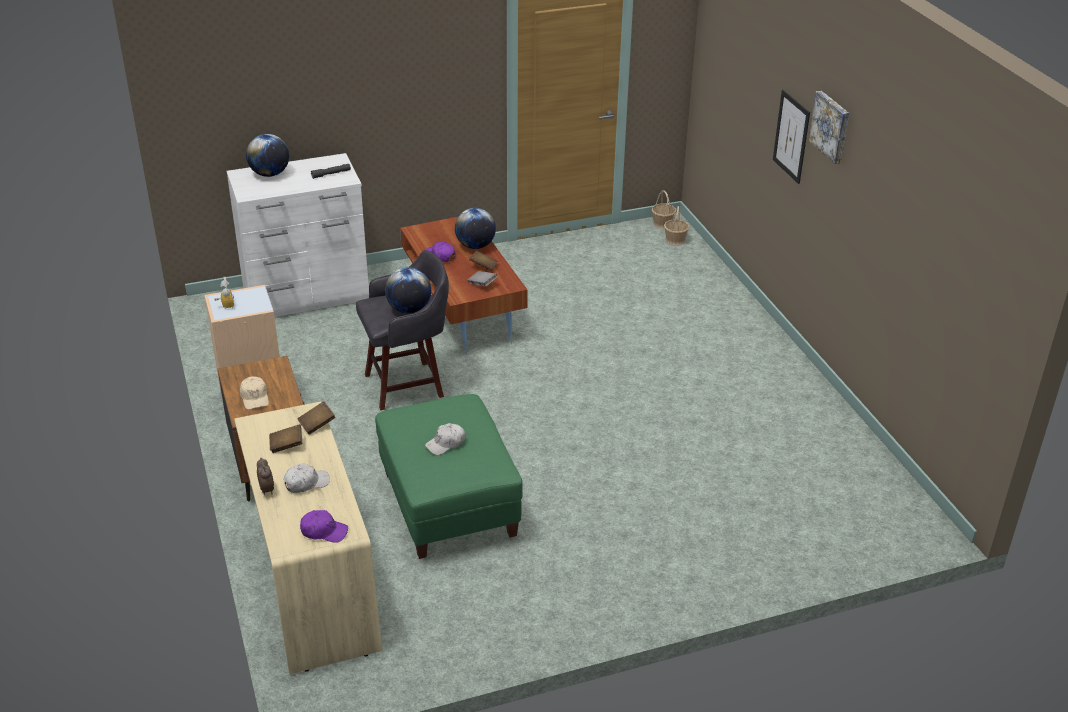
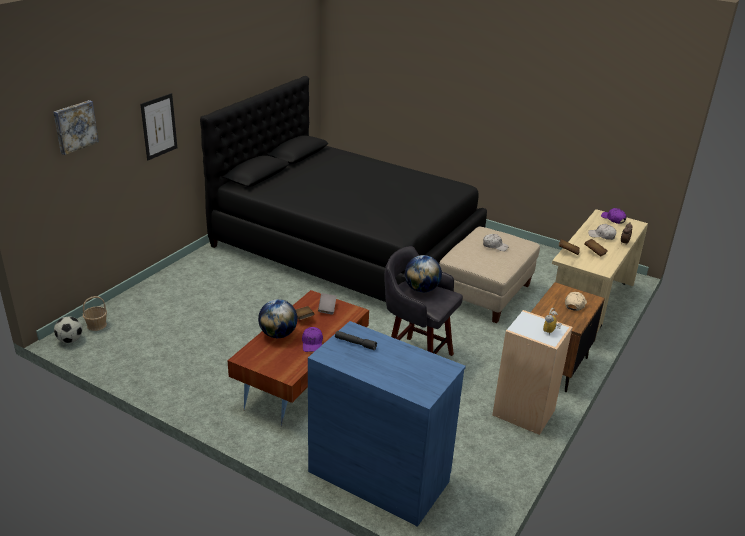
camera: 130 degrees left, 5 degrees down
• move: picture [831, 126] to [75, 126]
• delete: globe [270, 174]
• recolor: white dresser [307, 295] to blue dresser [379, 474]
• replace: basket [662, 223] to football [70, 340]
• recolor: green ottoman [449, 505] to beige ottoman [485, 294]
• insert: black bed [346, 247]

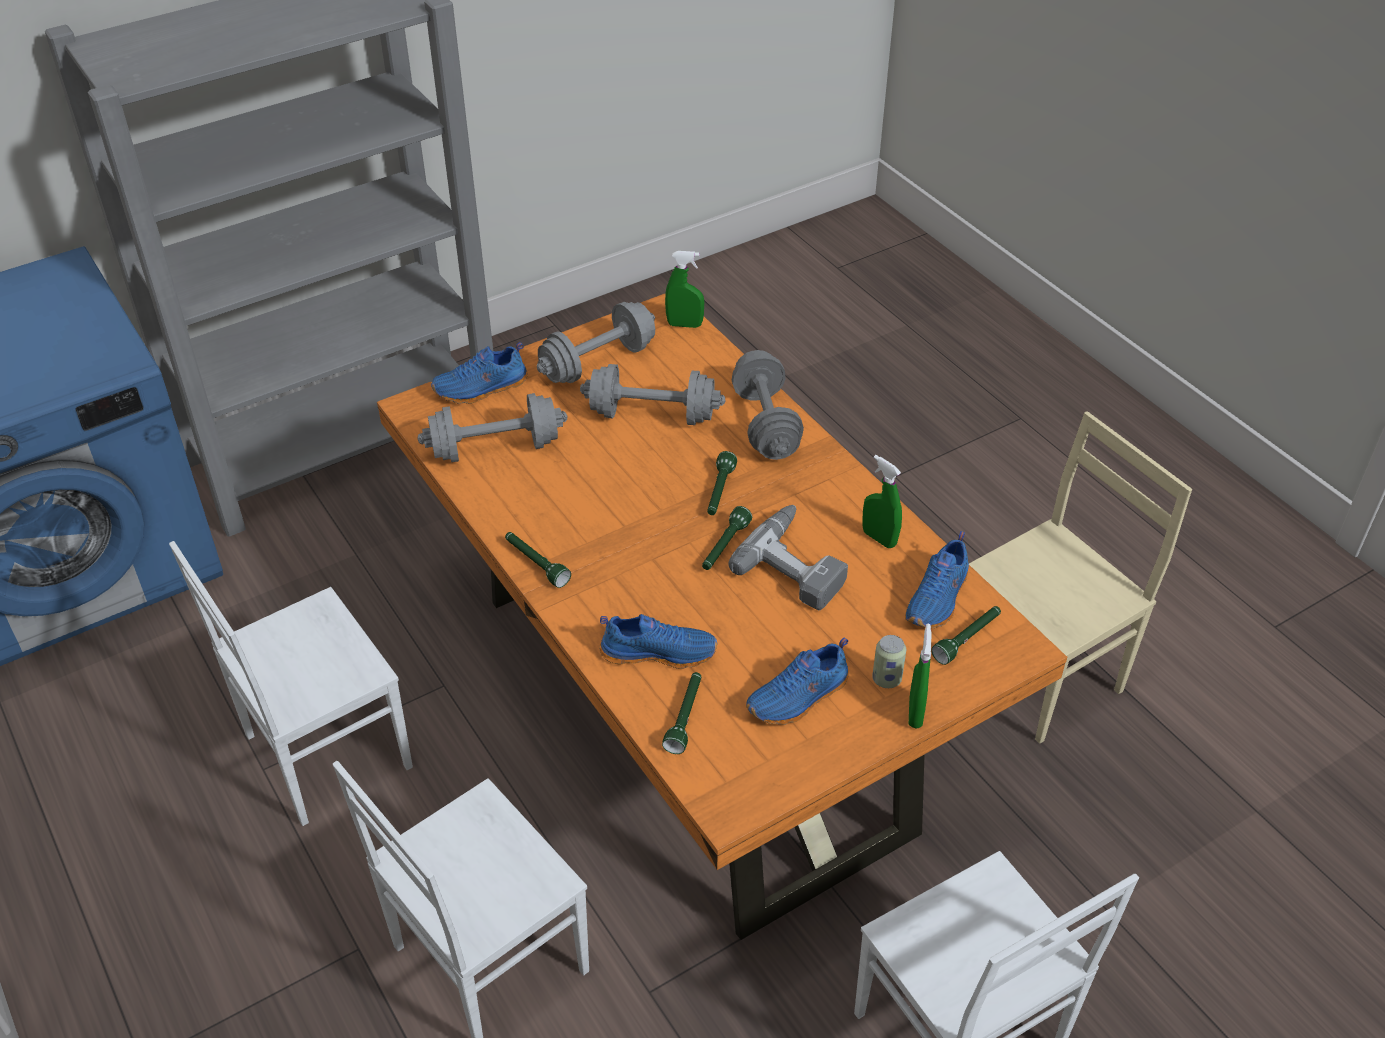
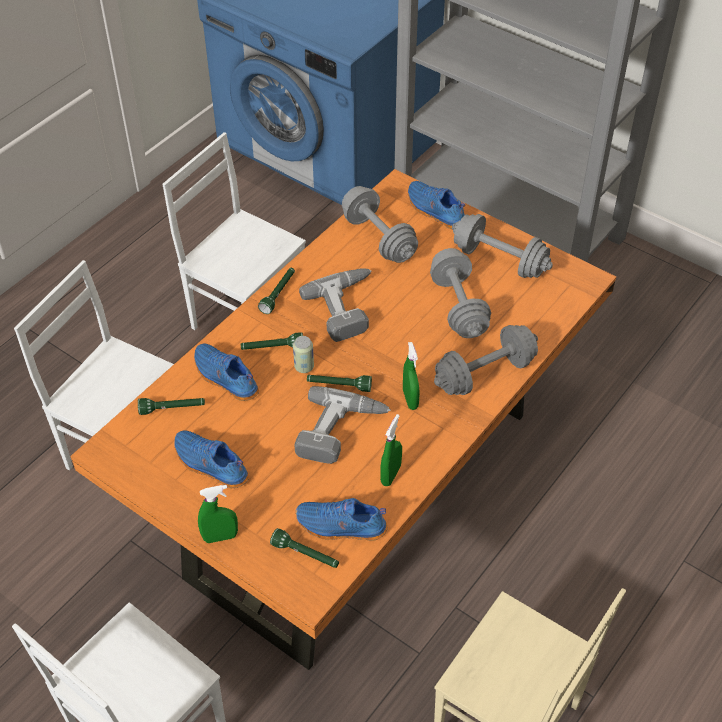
camera: 70 degrees right, 5 degrees up
• move: green spray bottle [684, 325] to [410, 399]
• move: green flashlight [719, 492] to [272, 348]
• rotate: blue shoe [658, 651] = [225, 379] 150 degrees clockwise
• move: can [886, 679] to [304, 367]
• insert: power drill [348, 308]

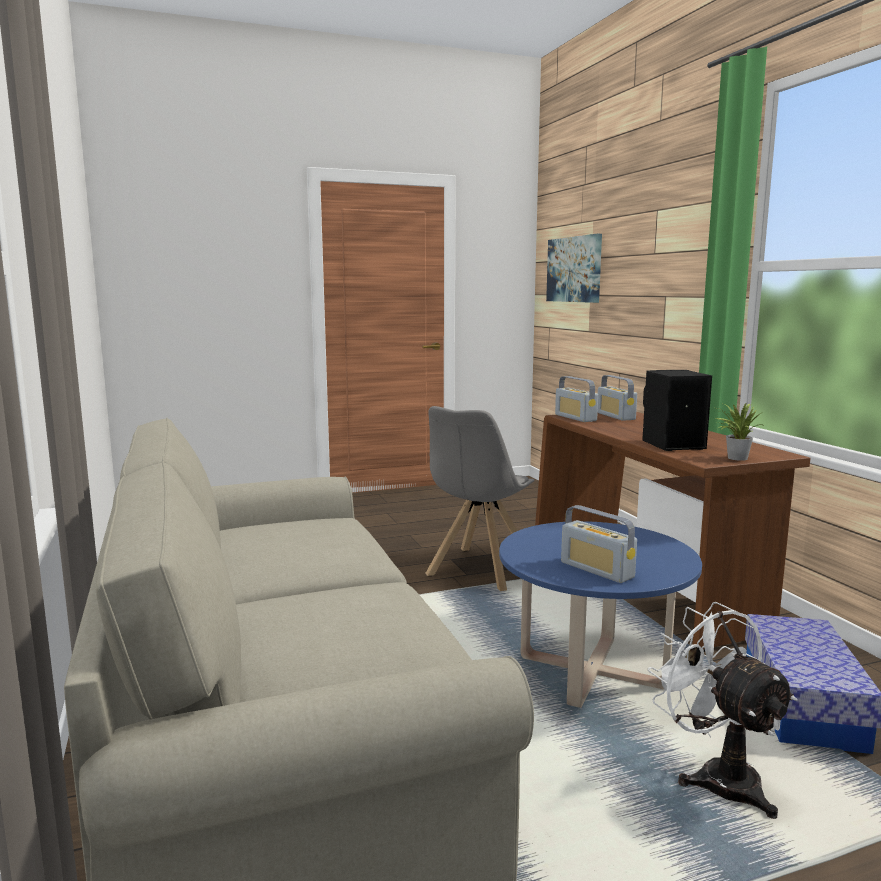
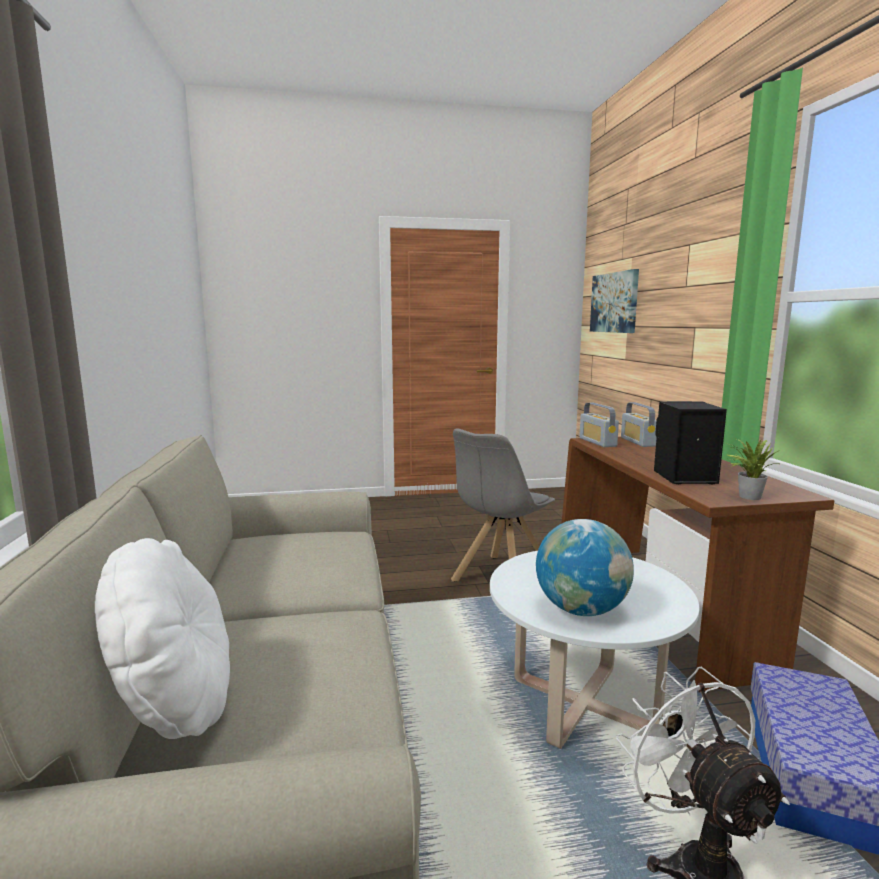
camera: 10 degrees right, 0 degrees up
• replace: radio [597, 570] to globe [581, 610]
• recolor: blue coffee table [592, 671] to white coffee table [583, 704]
• insert: white pillow [178, 710]

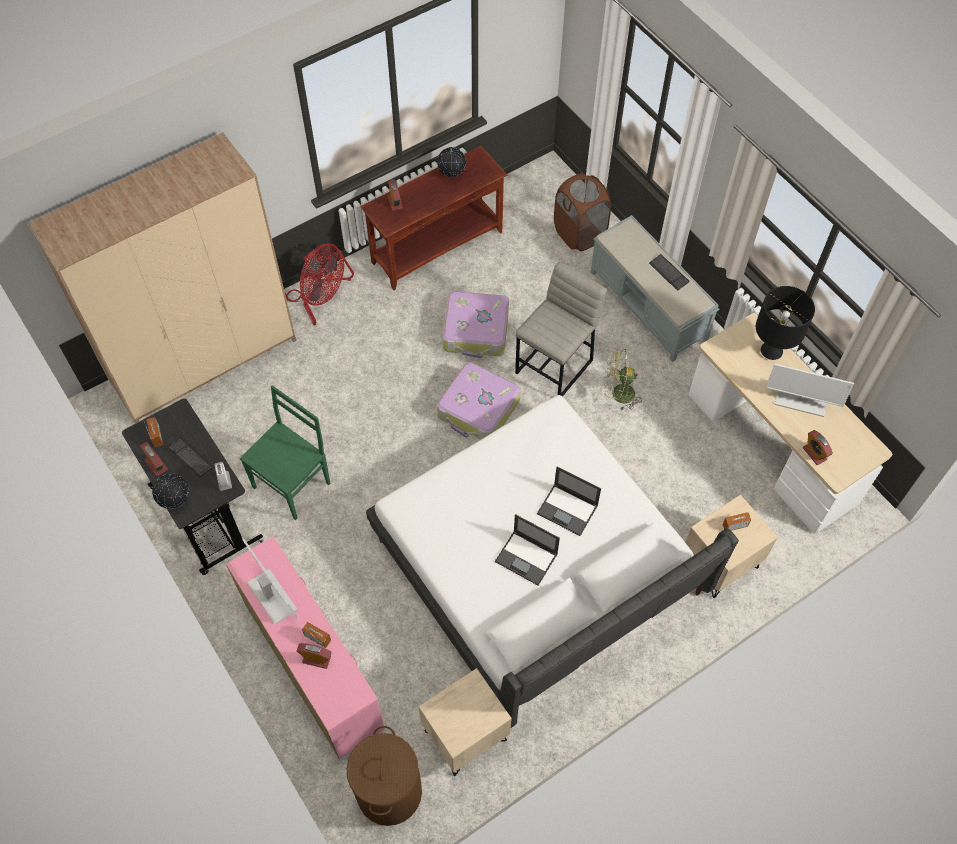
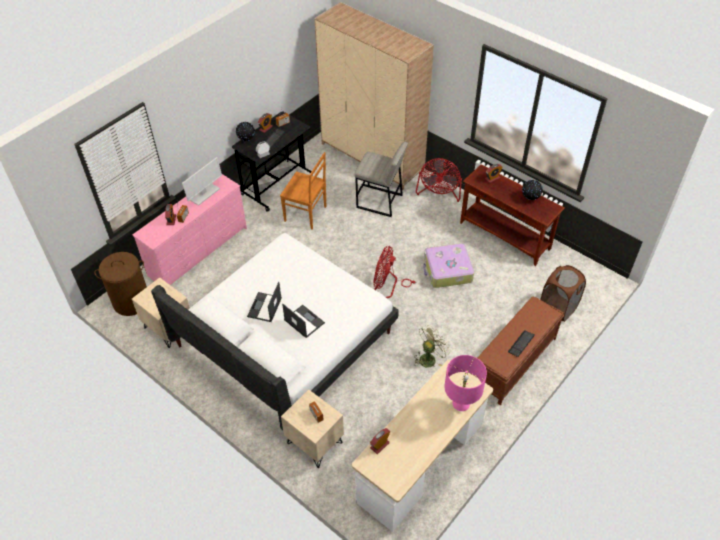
camera: 75 degrees right, 10 degrees down
• recolor: grey bench [648, 306] to brown bench [513, 362]
• move: grey chair [555, 365] to [380, 201]
• recolor: black table lamp [771, 352] to pink table lamp [460, 404]
• rotate: green fan [617, 394] = [429, 358] 60 degrees clockwise
• replace: suitcase [478, 409] to red fan [388, 285]
• delete: monitor [800, 401]
• recolor: green chair [293, 484] to brown chair [306, 214]
• rotate: laptop [568, 510] = [304, 321] 120 degrees clockwise

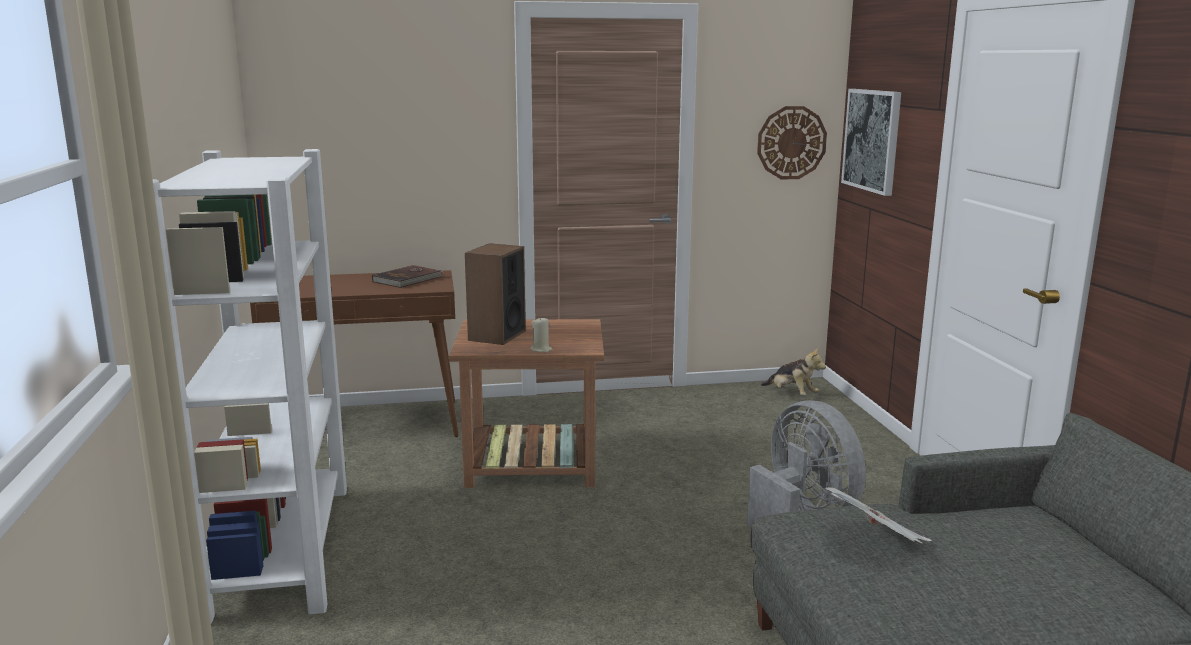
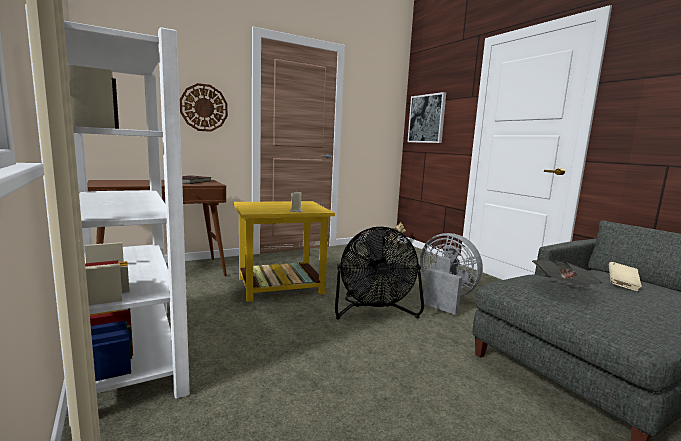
camera: 20 degrees left, 5 degrees down
• move: wall clock [791, 142] to [204, 107]
• delete: speaker [496, 335]
• recolor: brown side table [533, 464] to yellow side table [281, 285]
• insert: black fan [371, 311]
• insert: beige book [622, 284]

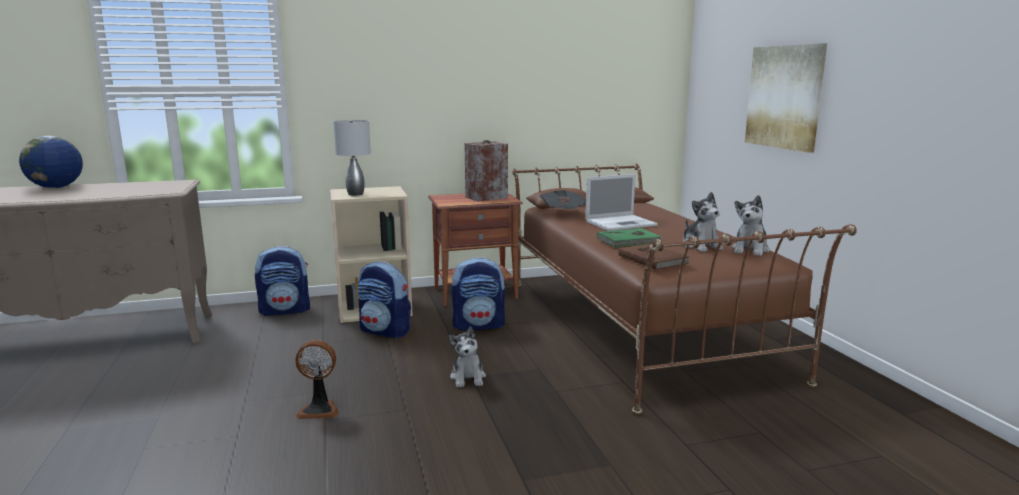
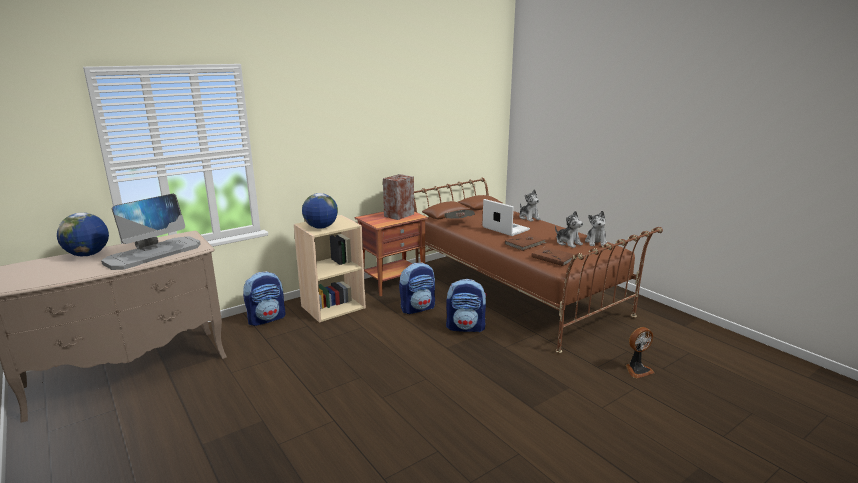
camera: 20 degrees left, 5 degrees up
• delete: picture [784, 97]
• replace: grey table lamp [355, 194] to globe [321, 227]
• rotate: laptop [621, 223] = [505, 228] 90 degrees counterclockwise
• recolor: green book [629, 241] to brown book [525, 244]
• move: backpack [385, 331] to [466, 327]
• move: plush toy [468, 377] to [529, 218]
• move: fan [319, 409] to [637, 370]
• insert: monitor [154, 253]

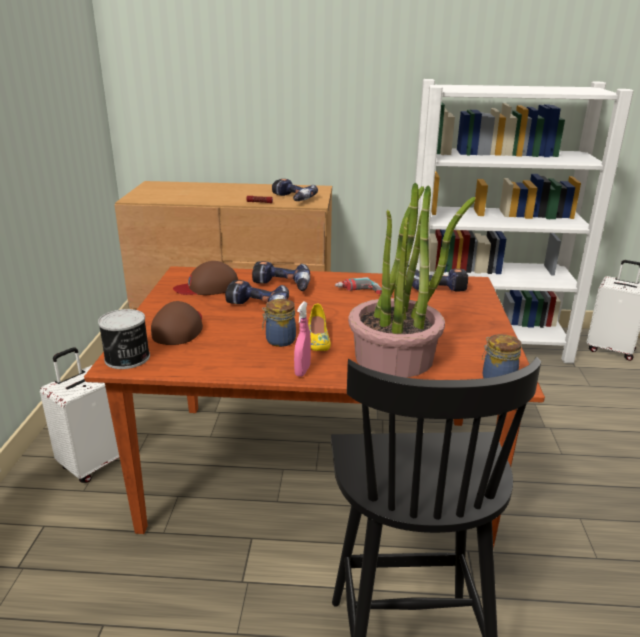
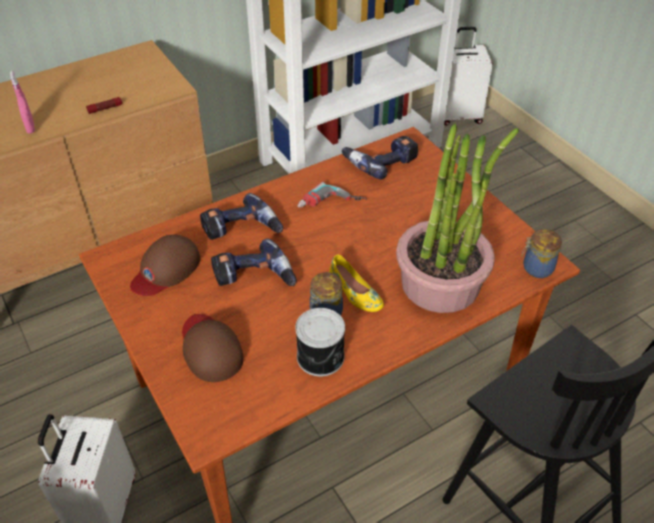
camera: 35 degrees left, 20 degrees up
• delete: power drill [291, 199]
• move: pink spray bottle [302, 371] to [30, 128]
• move: can [127, 358] to [321, 357]

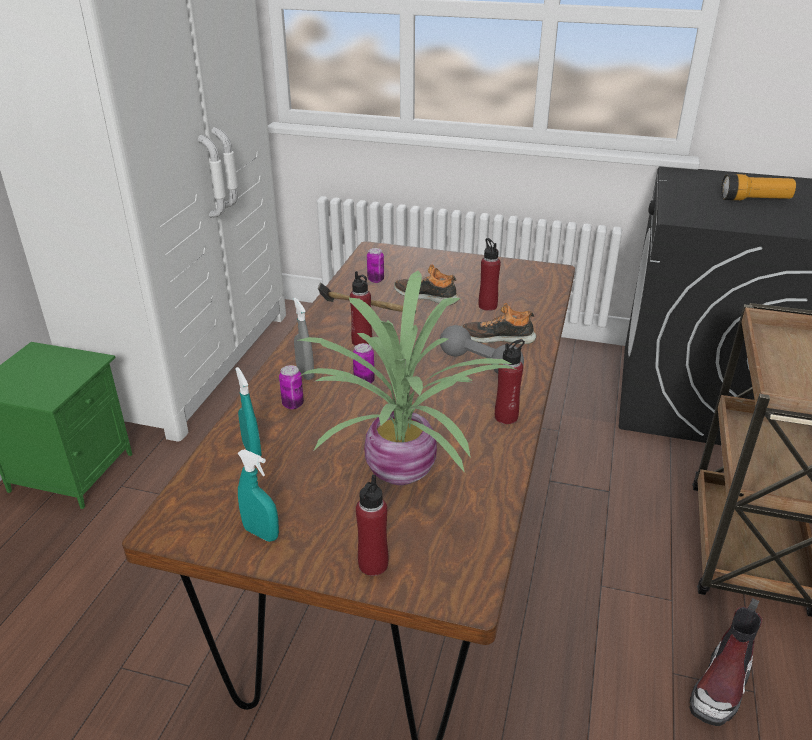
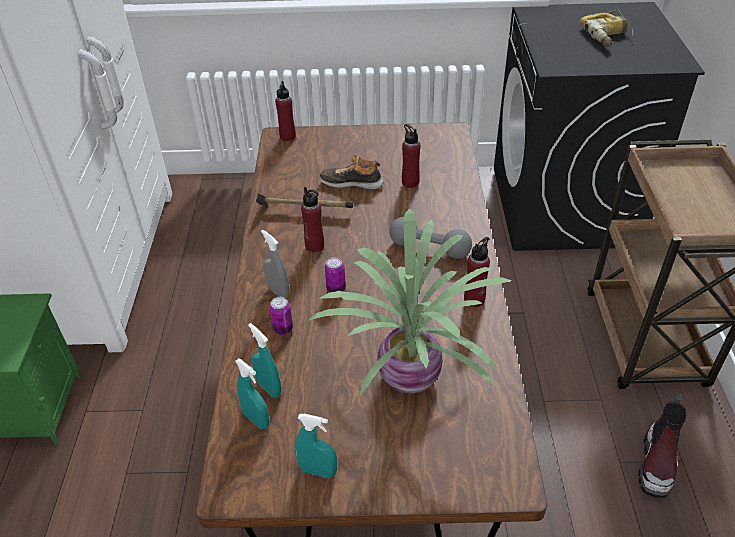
camera: 15 degrees left, 10 degrees up
• replace: flashlight [754, 200] to power drill [608, 35]
• delete: can [375, 280]
• delete: shoe [497, 337]
• move: red bottle [373, 564] to [287, 136]
• insert: turquoise spray bottle [256, 419]

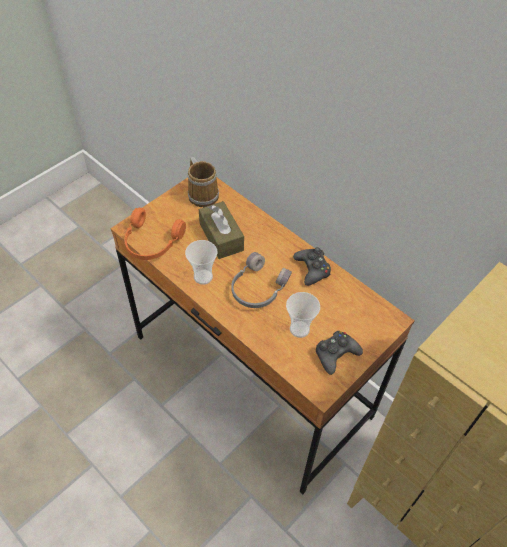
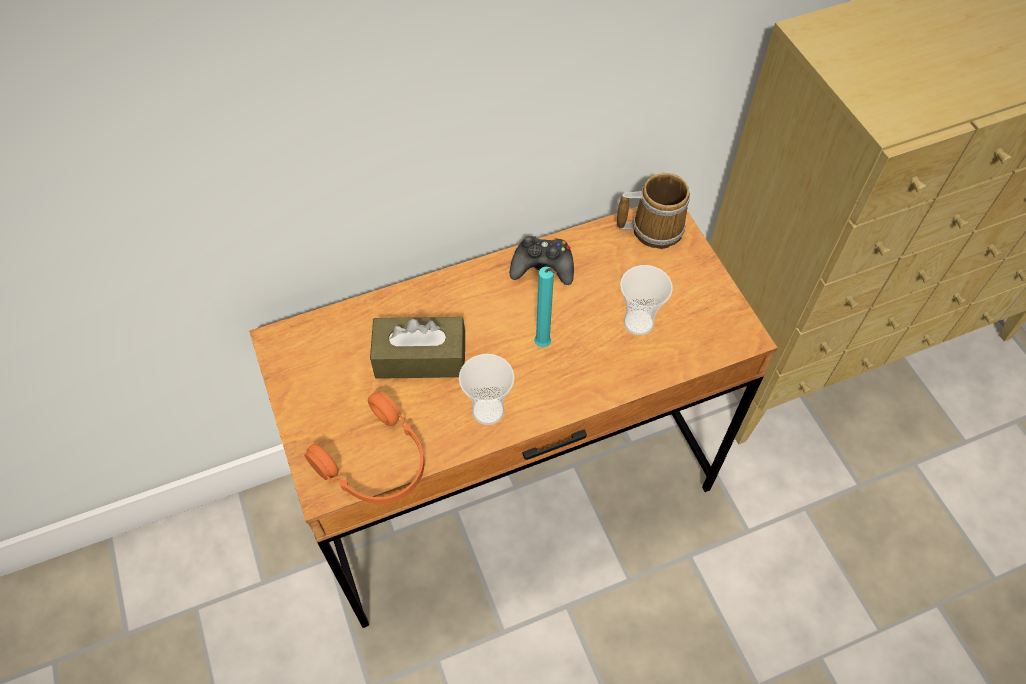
camera: 65 degrees left, 5 degrees up
• move: mug [203, 194] to [653, 228]
• replace: grey headphones [257, 288] to turquoise candle [544, 346]
• delete: black game controller [336, 354]

